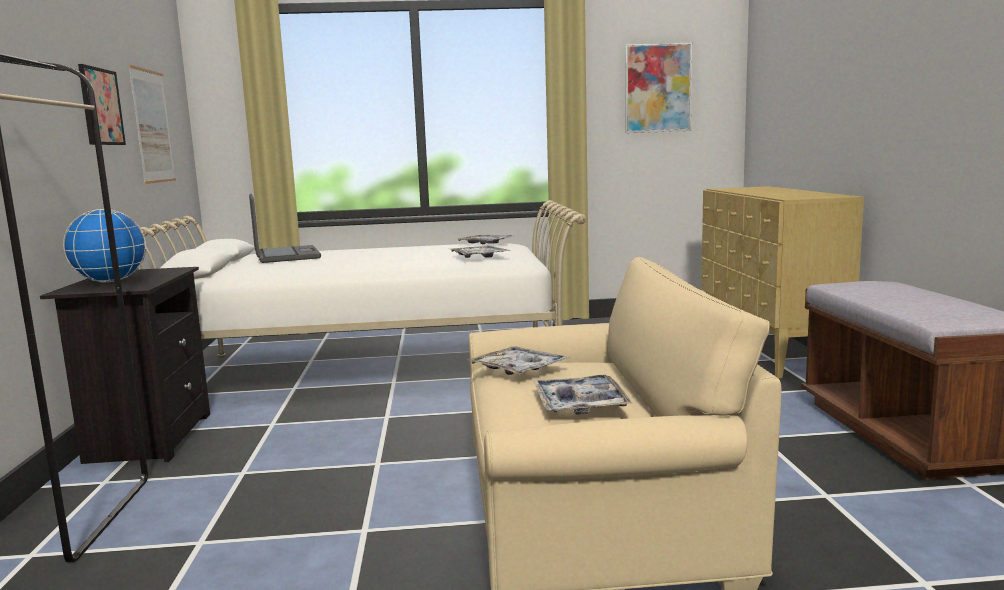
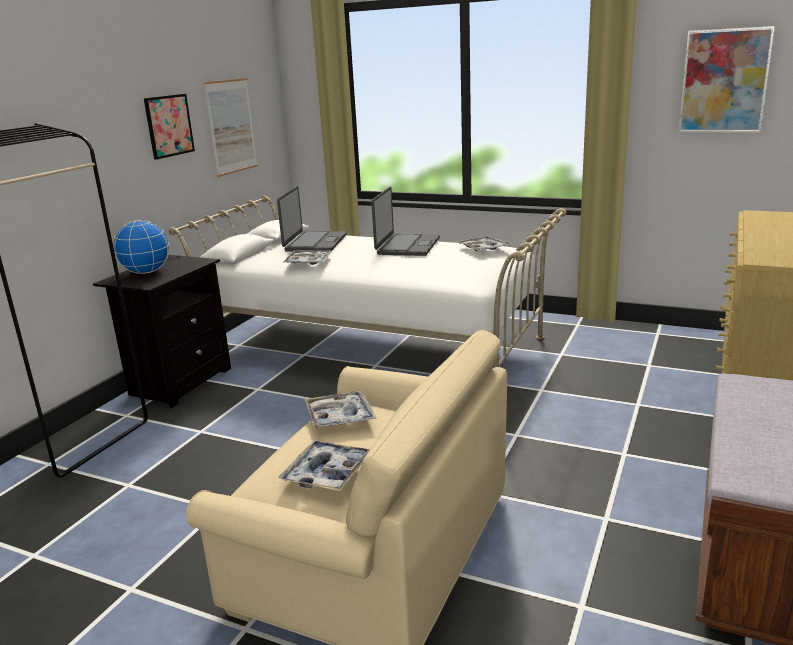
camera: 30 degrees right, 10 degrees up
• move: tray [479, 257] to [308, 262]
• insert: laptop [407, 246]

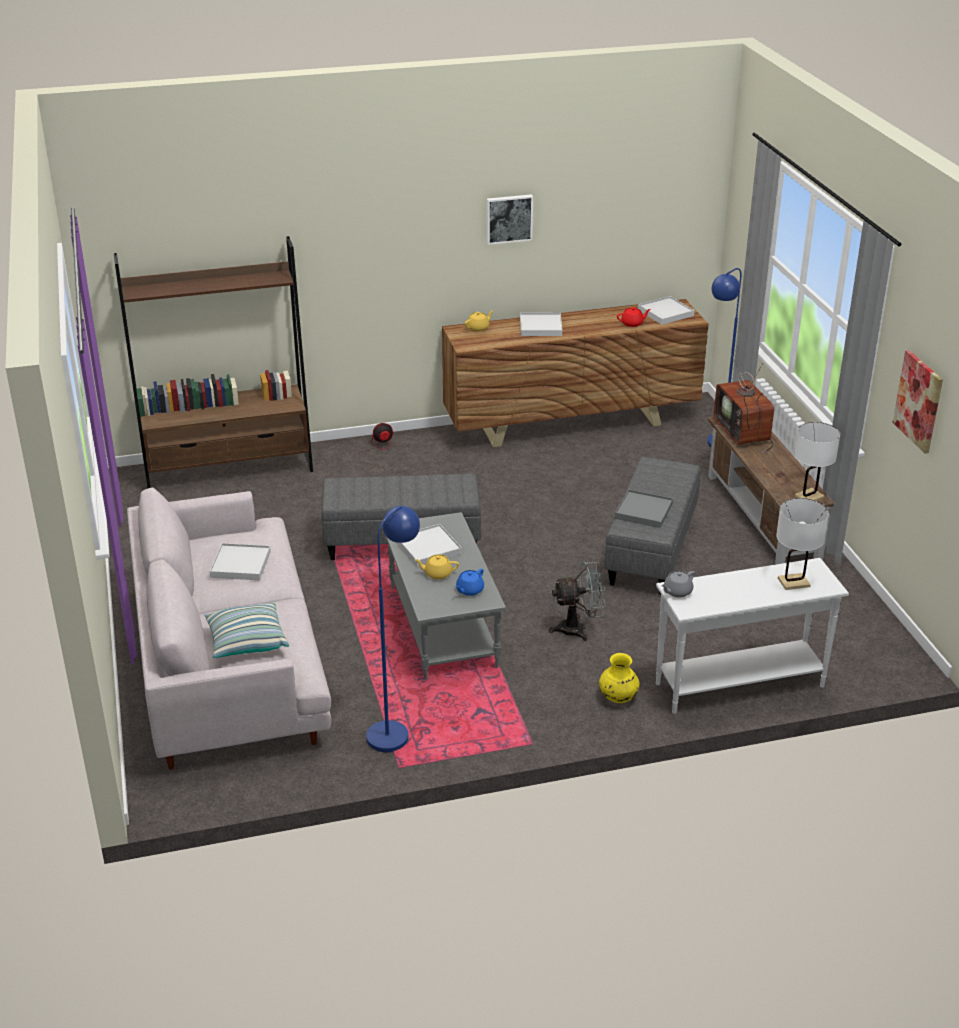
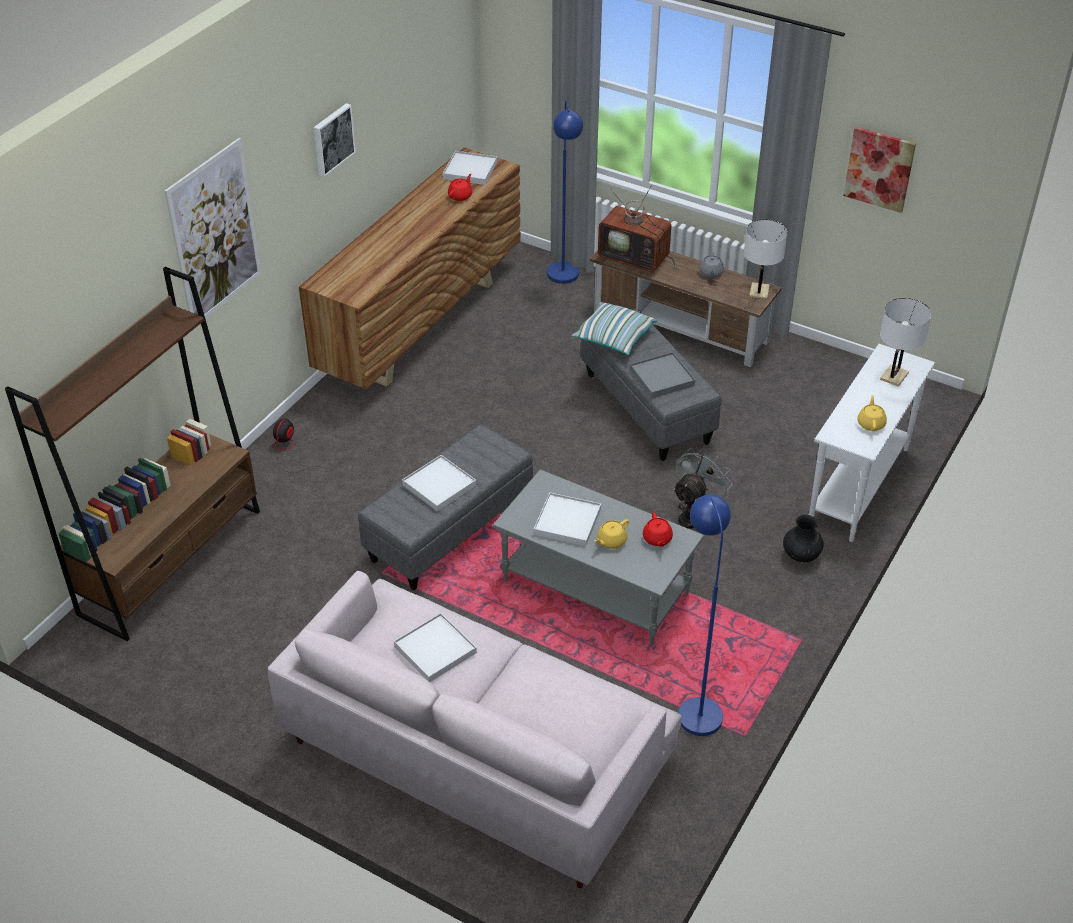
camera: 45 degrees left, 10 degrees up
• move: yellow teapot [478, 328] to [871, 424]
• move: white tray [540, 327] to [439, 485]
• recolor: blue teapot [469, 590] to red teapot [657, 539]
• move: grey teapot [677, 591] to [711, 273]
• move: pillow [246, 641] to [614, 338]
• recolor: yellow vase [618, 698] to black vase [801, 556]
• insert: picture [214, 234]

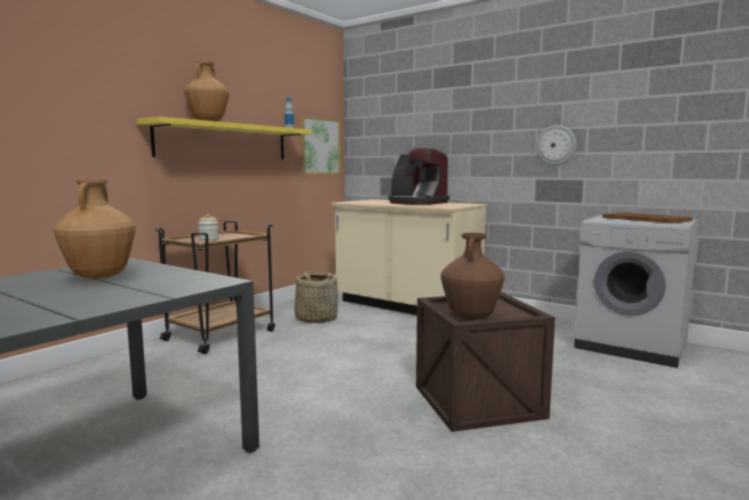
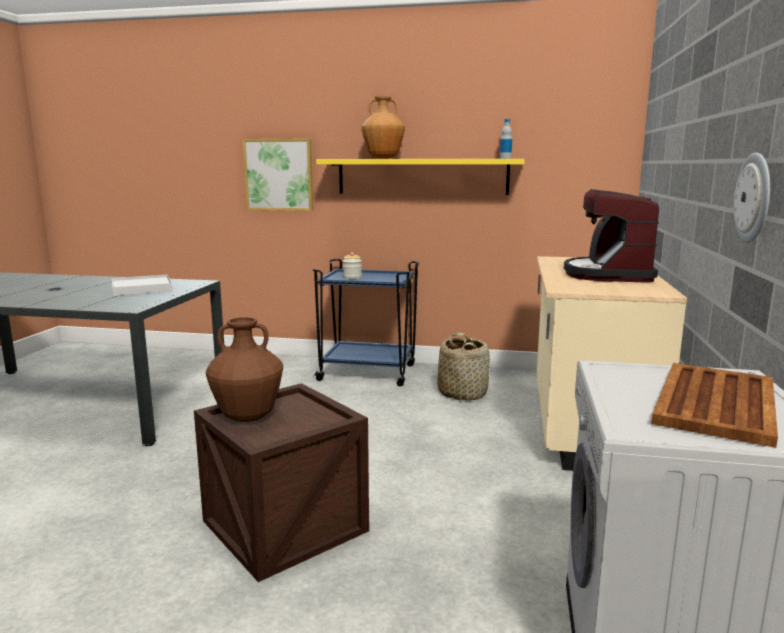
camera: 65 degrees right, 5 degrees up
• move: picture [319, 146] to [279, 174]
• replace: brown vase [100, 276] to white tray [142, 288]
• recolor: brown cart [221, 335] to blue cart [368, 373]

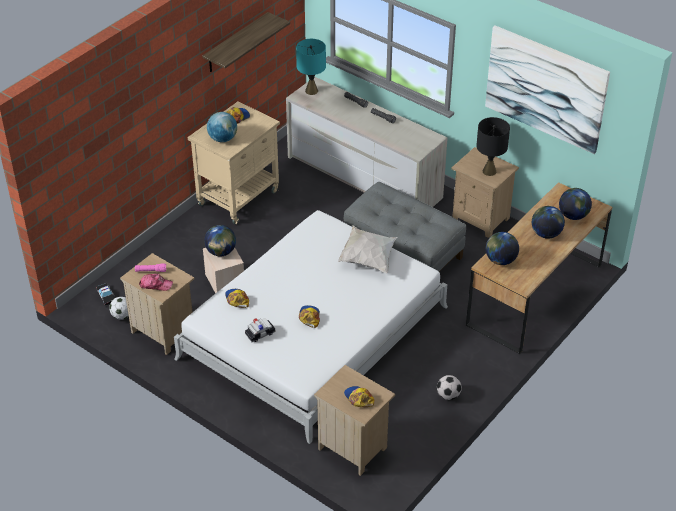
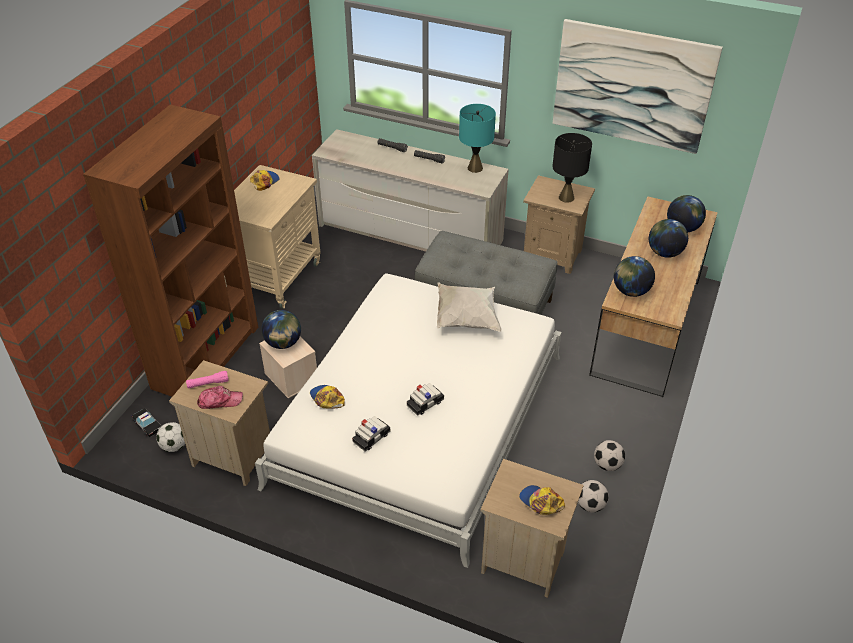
camera: 15 degrees left, 0 degrees up
• delete: shelf [236, 43]
• move: turquoise table lamp [311, 91] to [475, 168]
• delete: globe [223, 139]
• replace: cap [309, 317] to toy car [425, 403]
• insert: brown bookcase [206, 356]
• insert: football [590, 505]

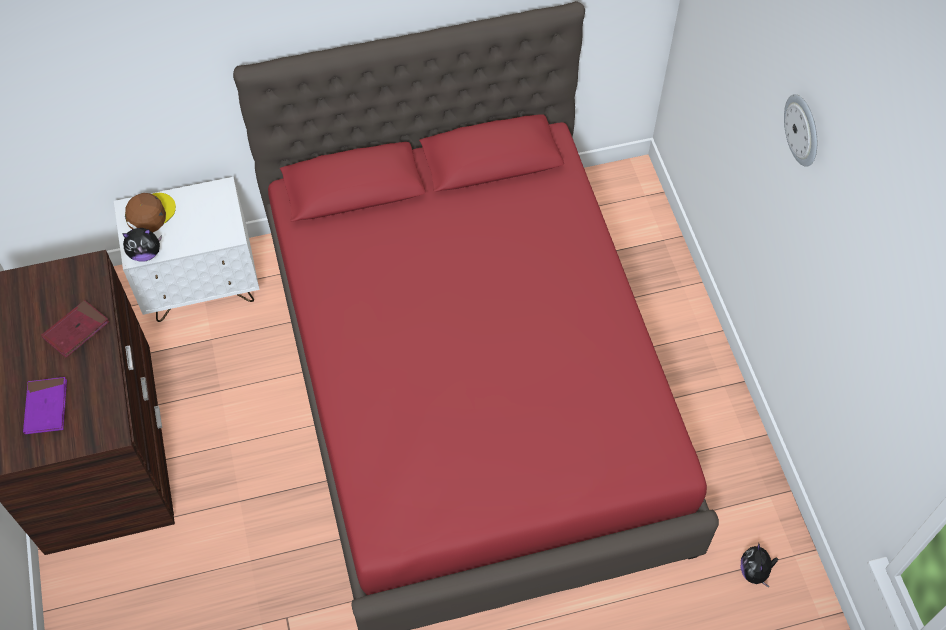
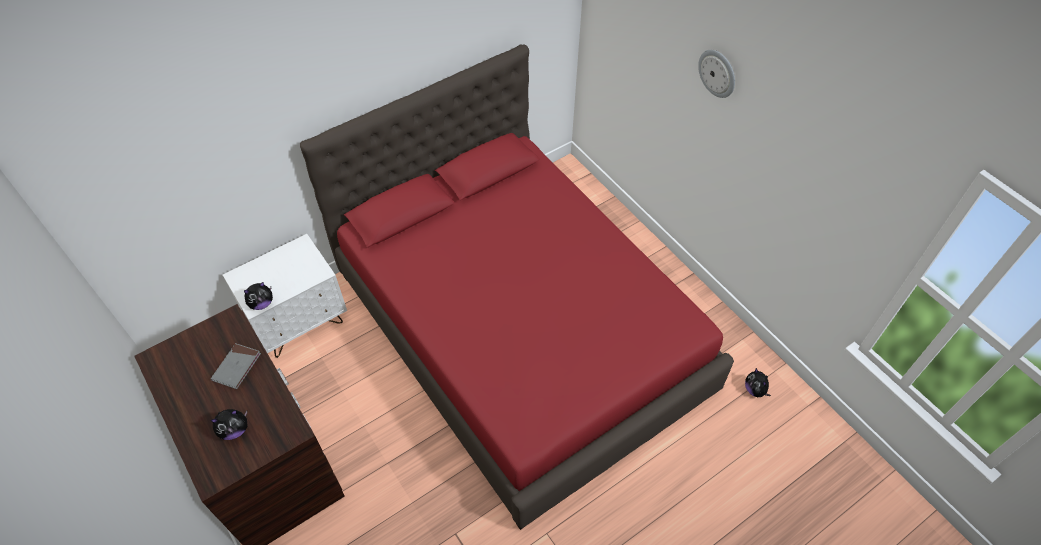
camera: 20 degrees left, 5 degrees down
• delete: brown cap [150, 213]
• recolor: red book [76, 330] to grey book [237, 367]
• replace: purple book [46, 407] to plush toy [234, 430]

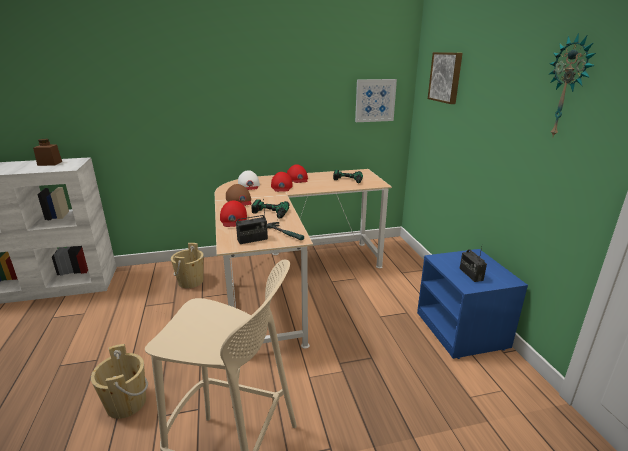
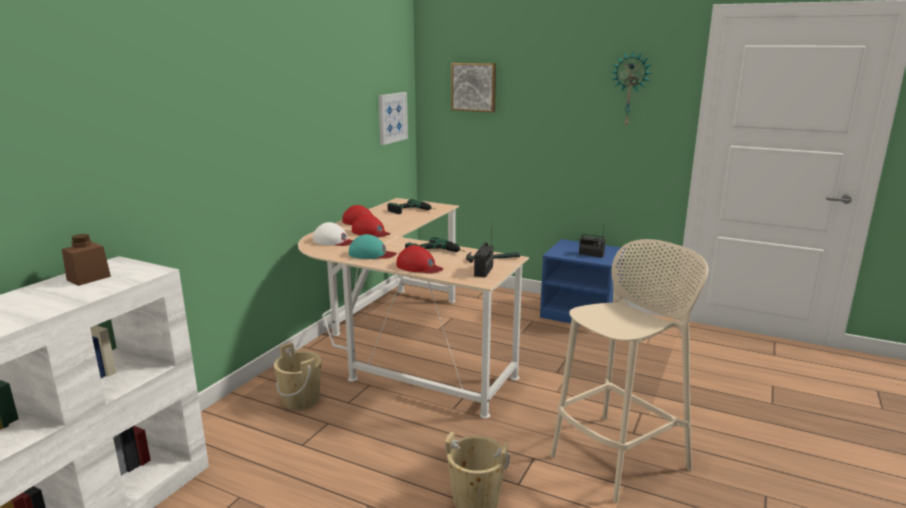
camera: 50 degrees left, 5 degrees down
• recolor: brown cap [239, 200] to turquoise cap [371, 254]

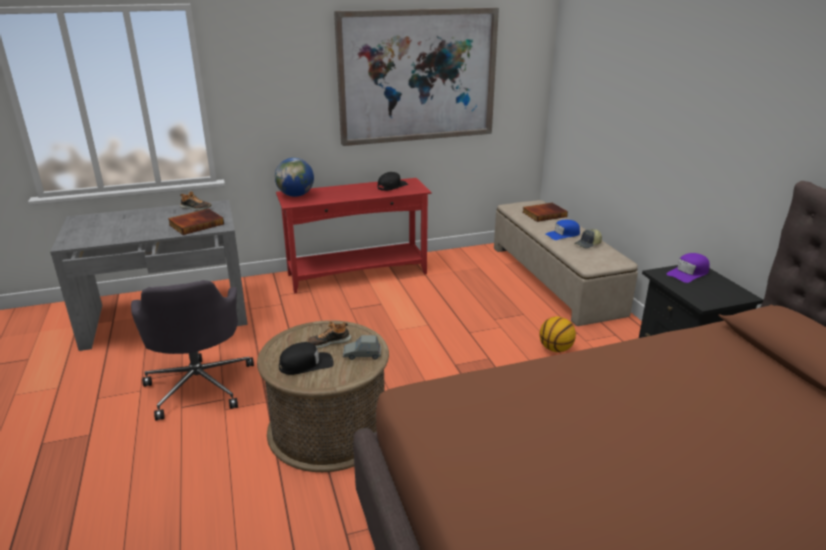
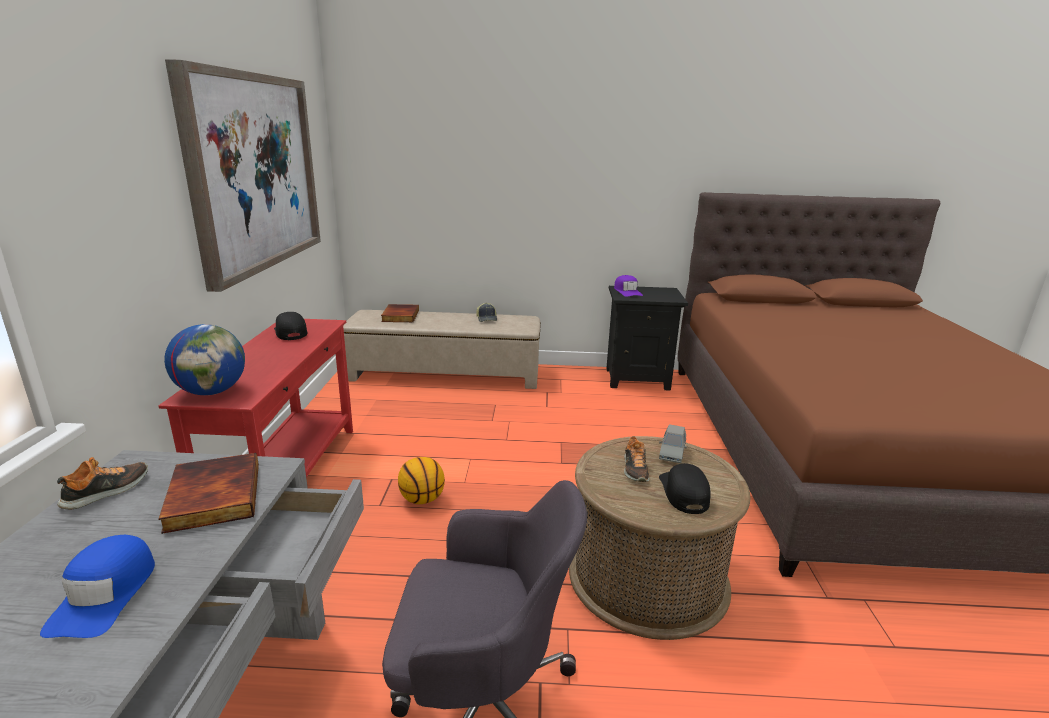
camera: 70 degrees left, 5 degrees down
• move: blue cap [563, 234] to [105, 595]
• move: basketball [555, 349] to [422, 499]

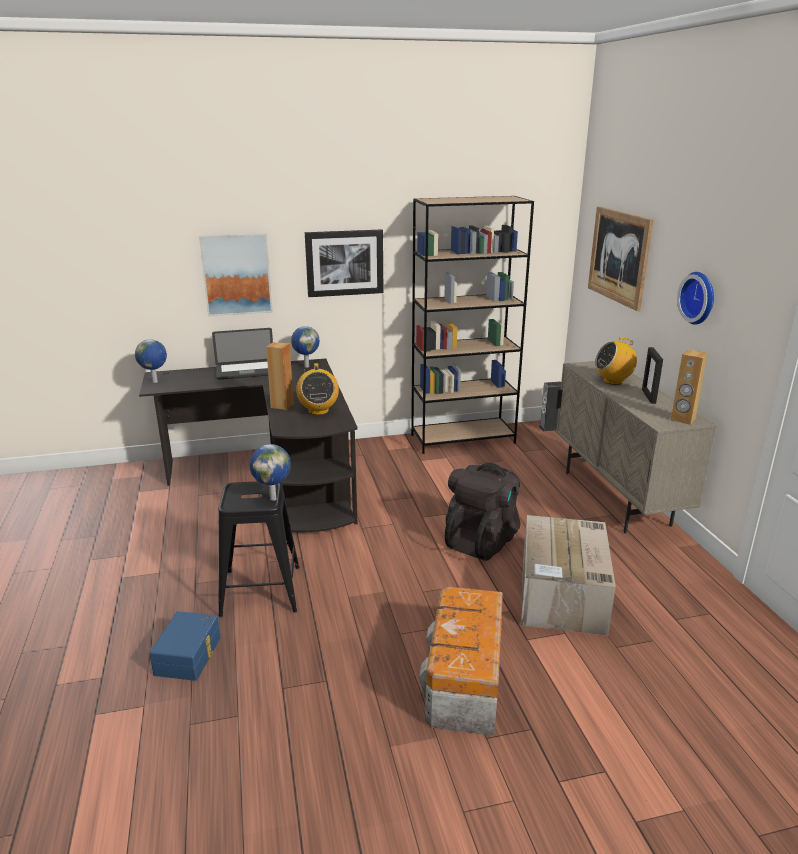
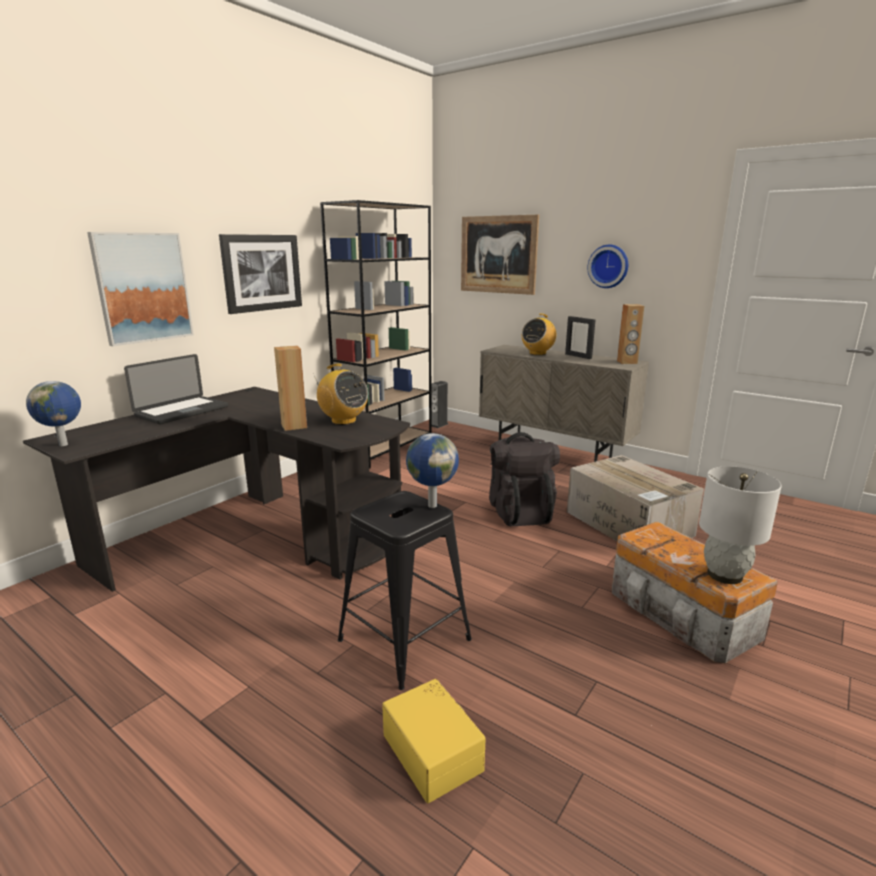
camera: 40 degrees left, 5 degrees down
• delete: globe [306, 366]
• recolor: blue storage box [189, 656] to yellow storage box [434, 750]
• insert: white table lamp [724, 575]

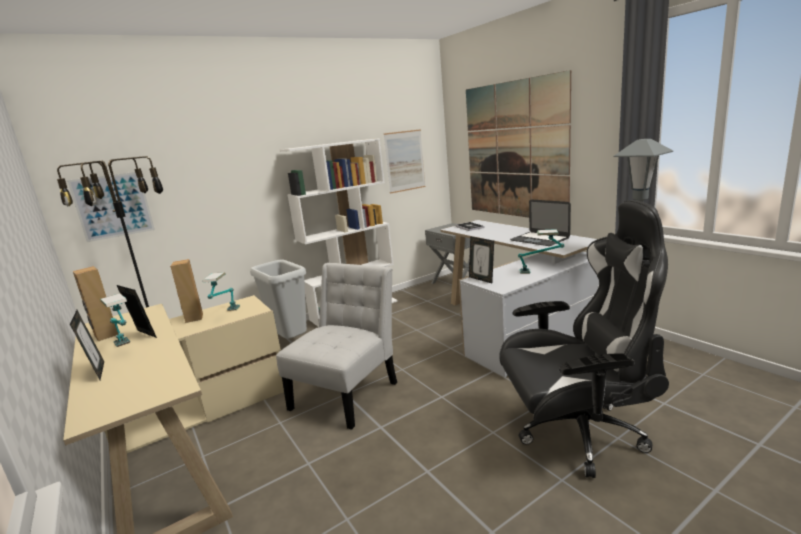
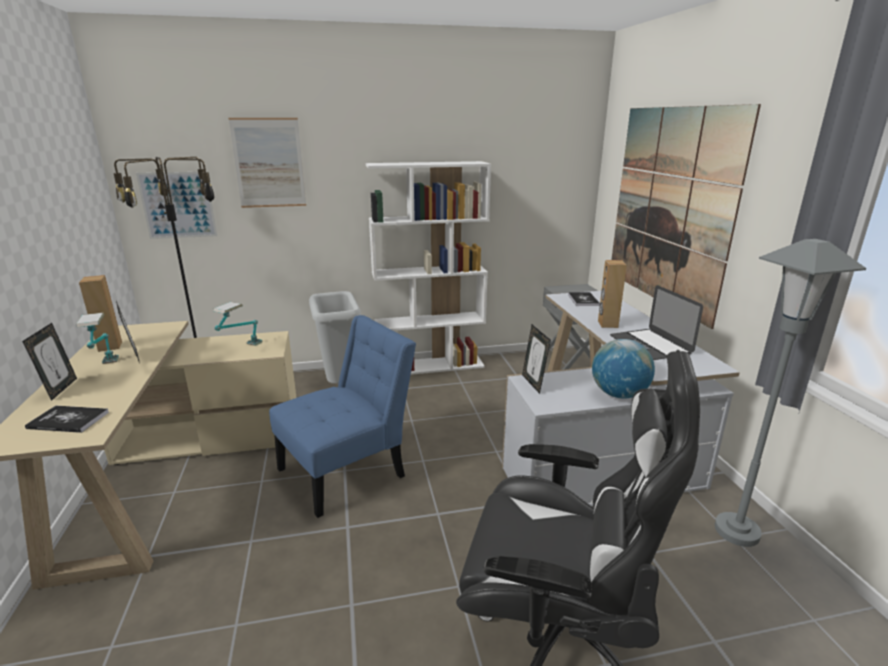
camera: 20 degrees right, 5 degrees up
• move: picture [405, 161] to [269, 163]
• replace: table lamp [540, 271] to globe [618, 394]
• move: brown speaker [194, 318] to [607, 324]
• recolor: white chair [348, 392] to blue chair [348, 470]
• insert: book [68, 420]

